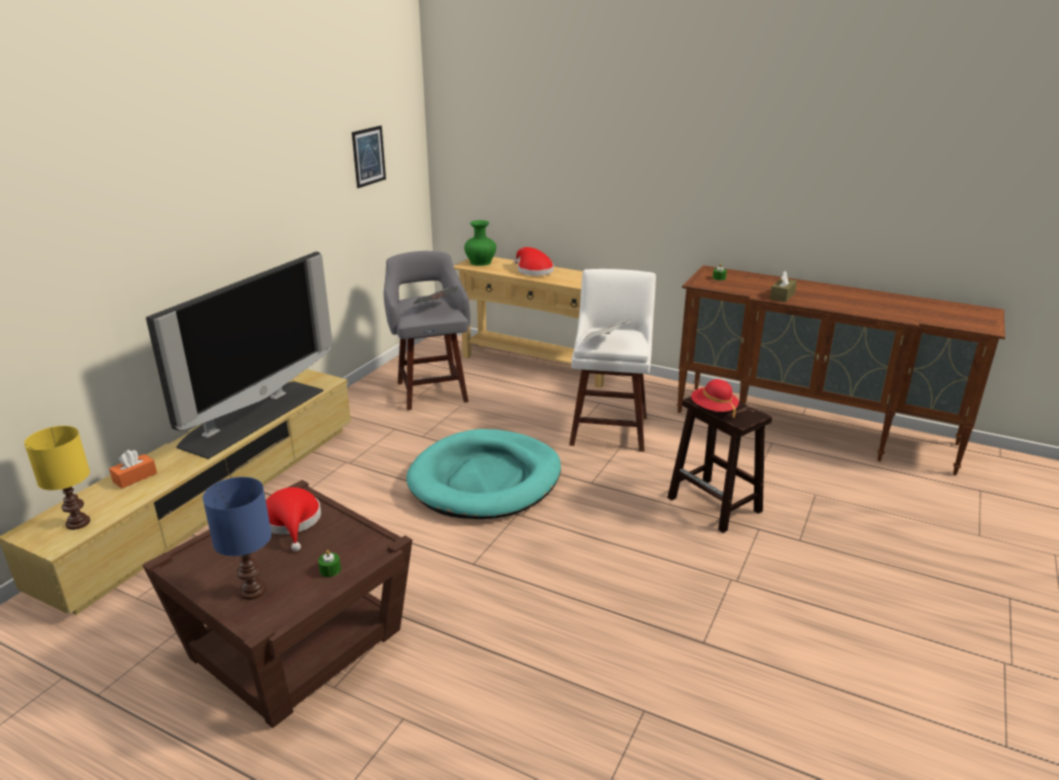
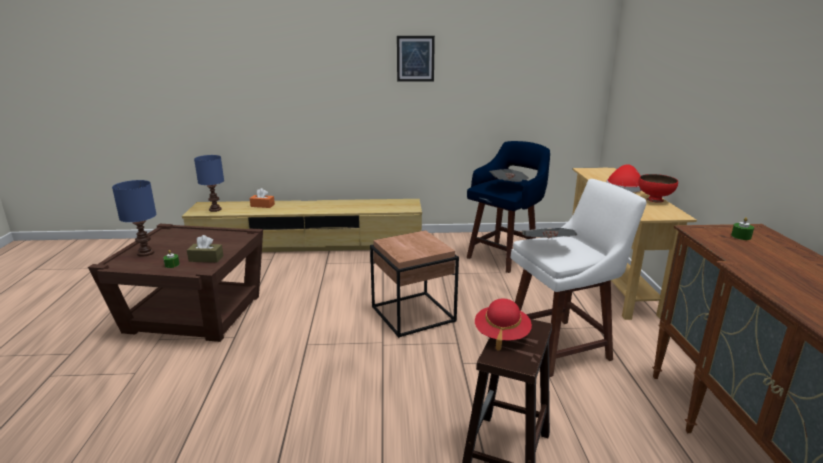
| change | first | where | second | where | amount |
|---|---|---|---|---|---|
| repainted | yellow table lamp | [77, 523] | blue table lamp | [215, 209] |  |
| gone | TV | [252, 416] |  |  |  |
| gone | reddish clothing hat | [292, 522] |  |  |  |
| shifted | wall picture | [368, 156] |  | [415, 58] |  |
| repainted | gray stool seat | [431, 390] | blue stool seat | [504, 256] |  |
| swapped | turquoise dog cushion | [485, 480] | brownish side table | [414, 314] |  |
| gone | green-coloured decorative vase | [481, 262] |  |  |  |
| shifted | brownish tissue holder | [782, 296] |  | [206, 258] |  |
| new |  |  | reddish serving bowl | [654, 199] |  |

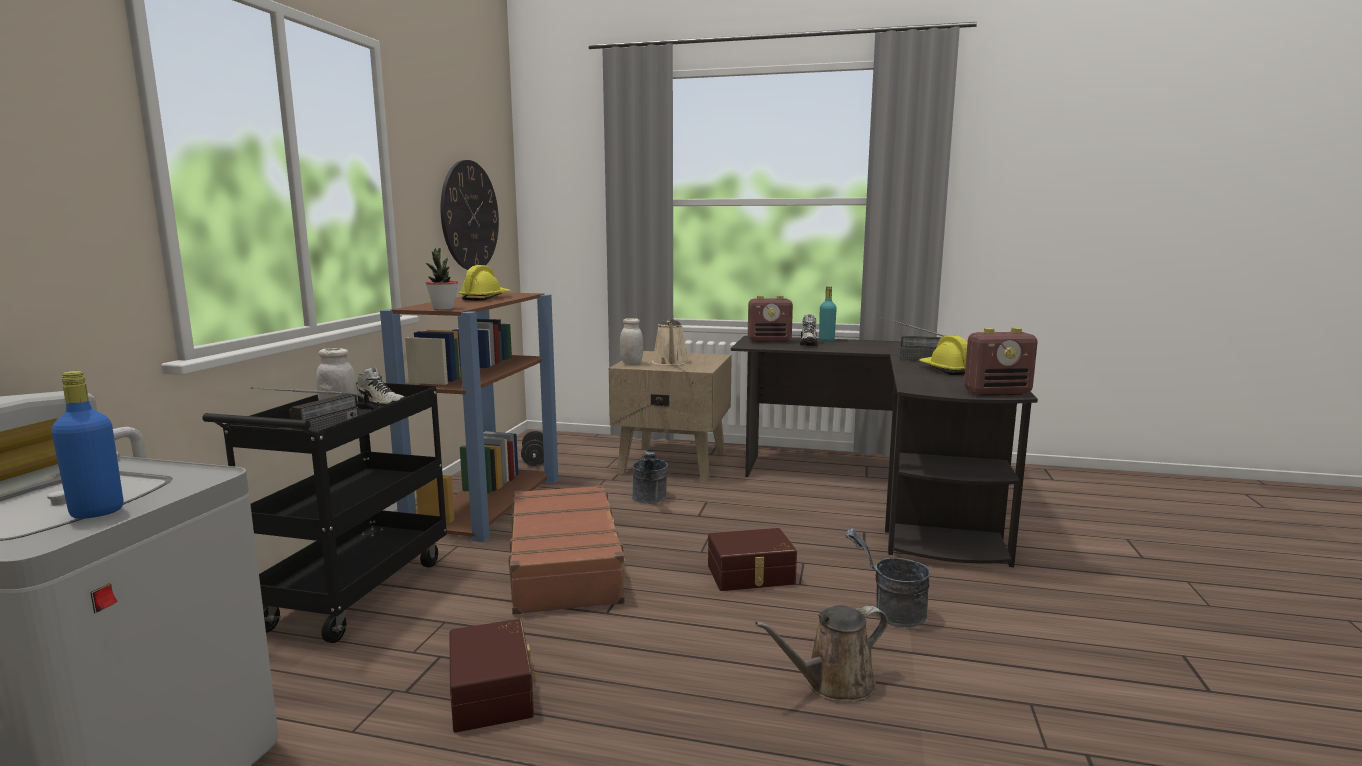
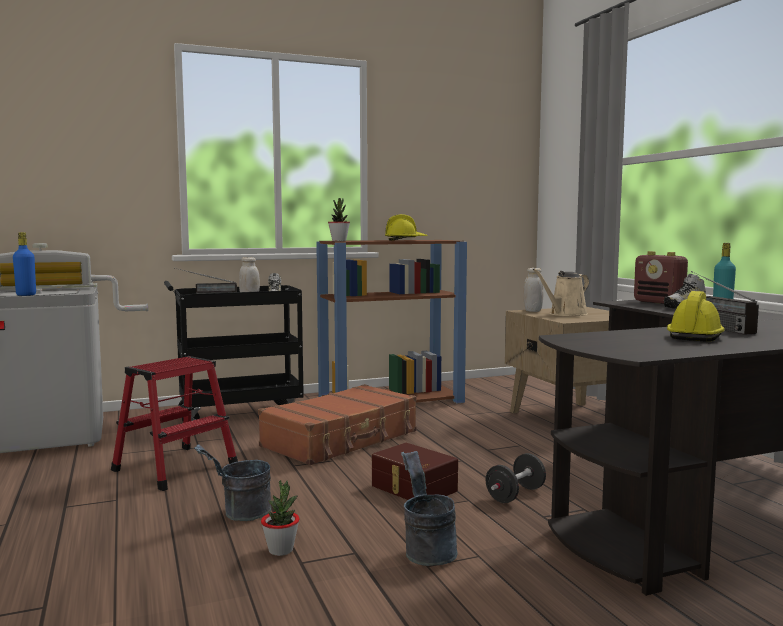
| change | first | where | second | where | amount |
|---|---|---|---|---|---|
| gone | hanging clock | [470, 216] |  |  |  |
| swapped | brownish storage container | [494, 692] | reddish step ladder | [175, 467] |  |
| shifted | blackish free weight | [535, 460] |  | [515, 495] |  |
| shifted | gray bucket | [650, 500] |  | [239, 514] |  |
| swapped | brownish watering can | [833, 684] | plant in a pot | [281, 550] |  |
| gone | radio receiver | [997, 393] |  |  |  |

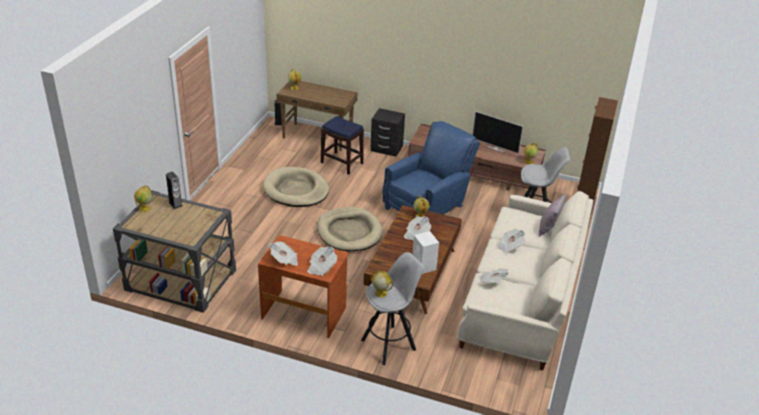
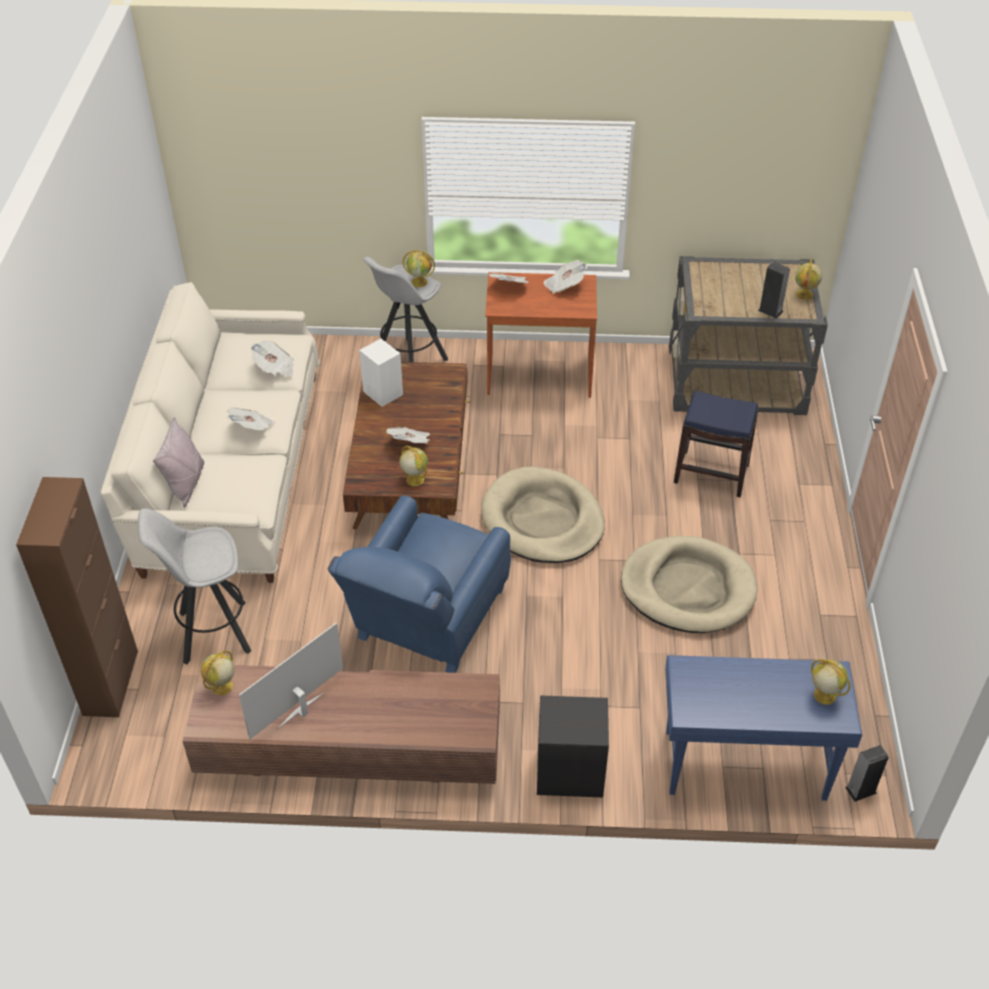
| change | first | where | second | where | amount |
|---|---|---|---|---|---|
| repainted | brownish narrow table | [318, 137] | blue narrow table | [743, 766] |  |
| shifted | stool seat | [342, 163] |  | [711, 474] |  |
| rotated | TV | [495, 148] |  | [301, 712] | 60 degrees counterclockwise |

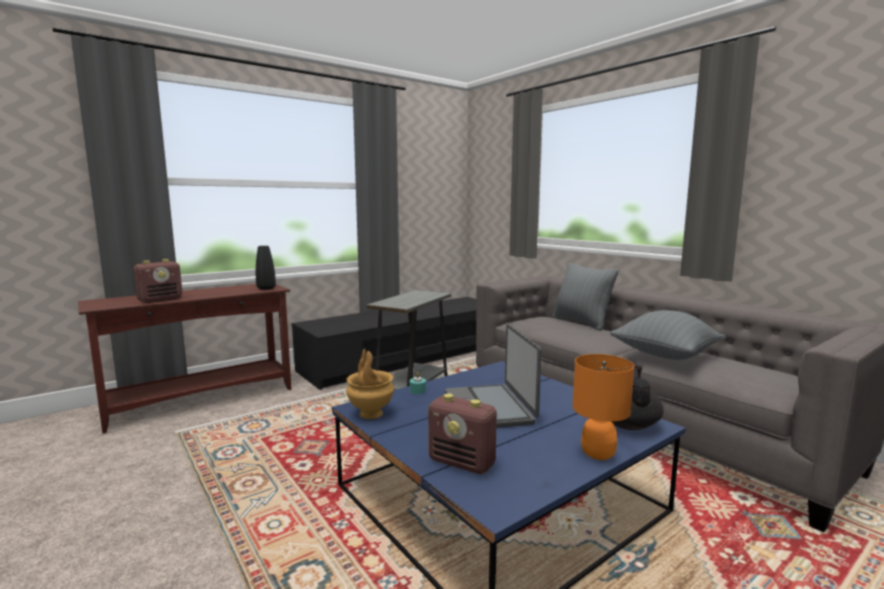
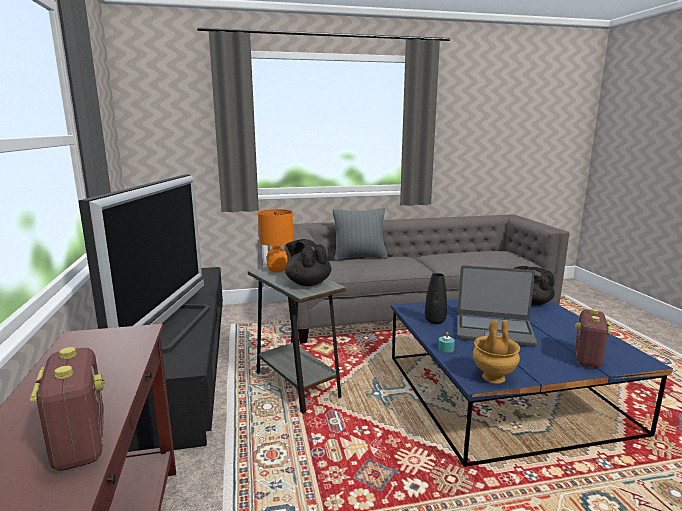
| change | first | where | second | where | amount |
|---|---|---|---|---|---|
| shifted | blackish decorative vase | [266, 288] |  | [435, 321] |  |
| rotated | radio receiver | [462, 463] |  | [588, 359] | 150 degrees clockwise |
| shifted | orange table lamp | [598, 454] |  | [277, 270] |  |
| gone | gray pillow | [665, 356] |  |  |  |
| new |  |  | TV | [170, 327] |  |
| new |  |  | blackish tea pot | [308, 283] |  |

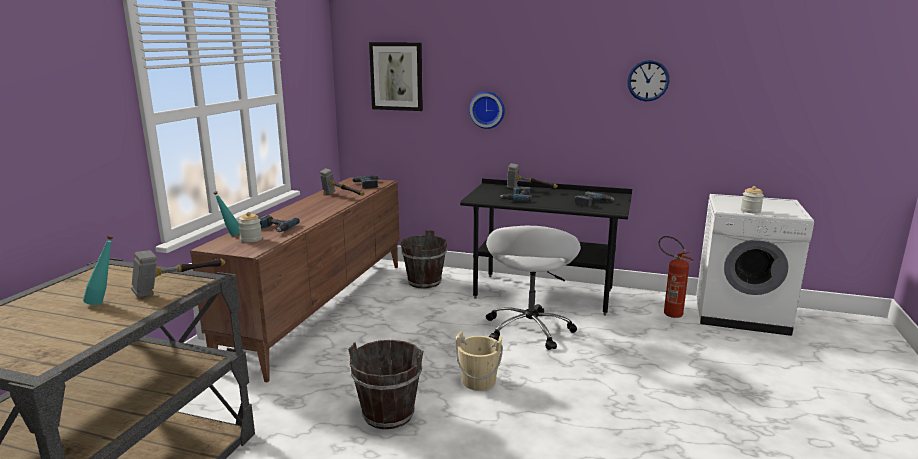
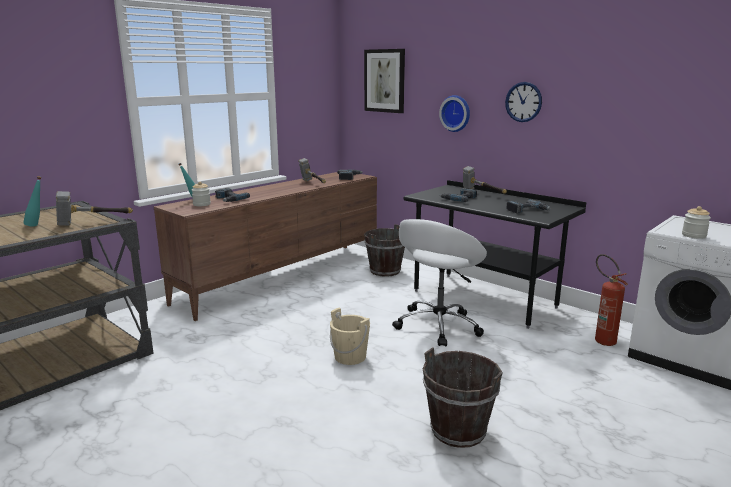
| change | first | where | second | where | amount |
|---|---|---|---|---|---|
| shifted | brownish bucket | [388, 414] |  | [458, 430] |  |
| shifted | hanging clock | [648, 80] |  | [523, 102] |  |

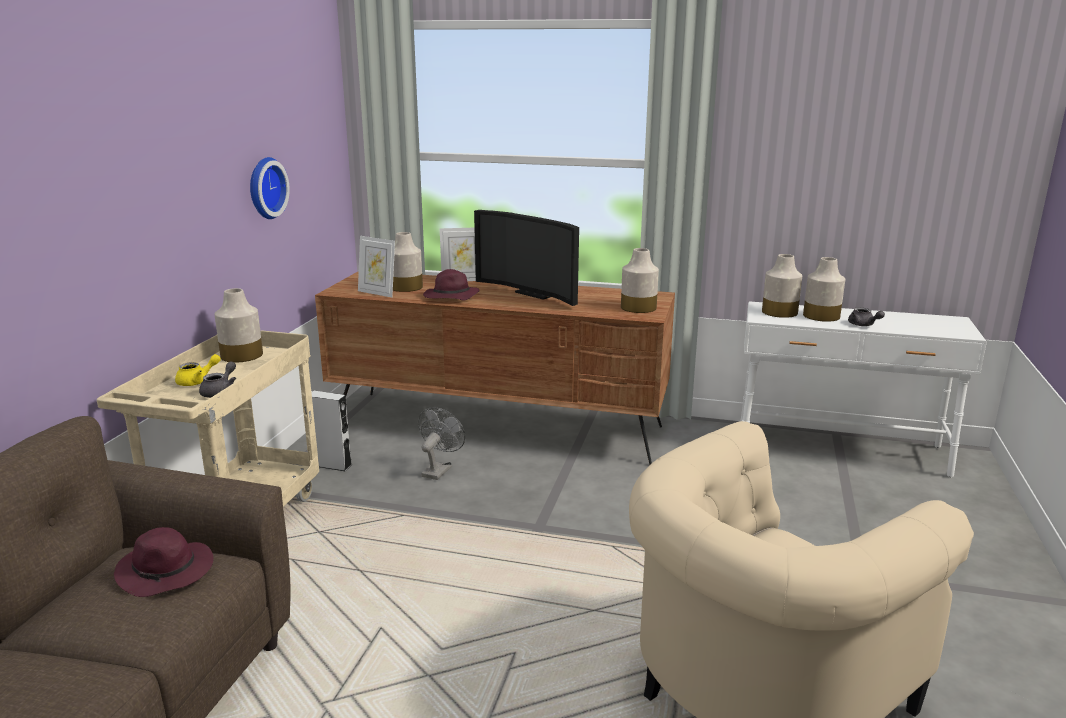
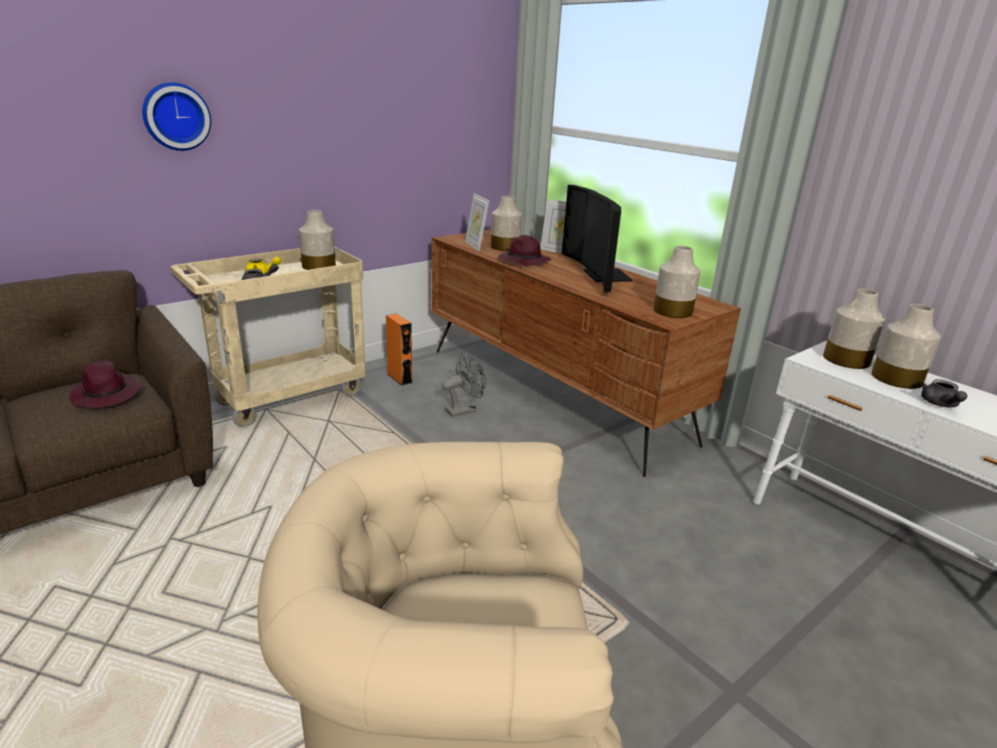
| change | first | where | second | where | amount |
|---|---|---|---|---|---|
| shifted | hanging clock | [264, 188] |  | [175, 116] |  |
| repainted | gray speaker | [332, 465] | orange speaker | [399, 378] |  |

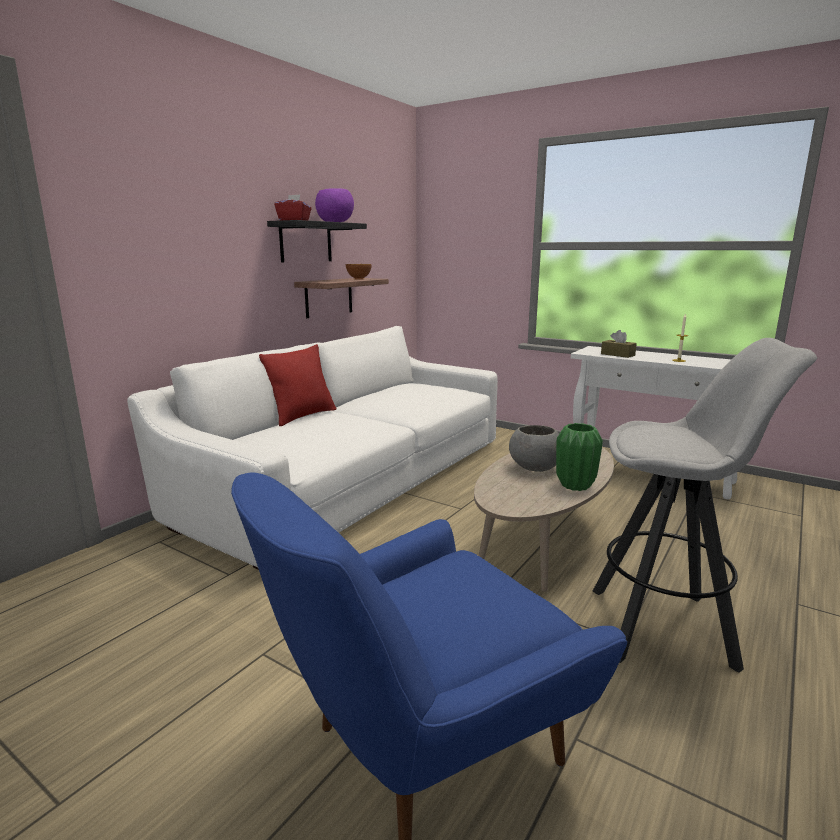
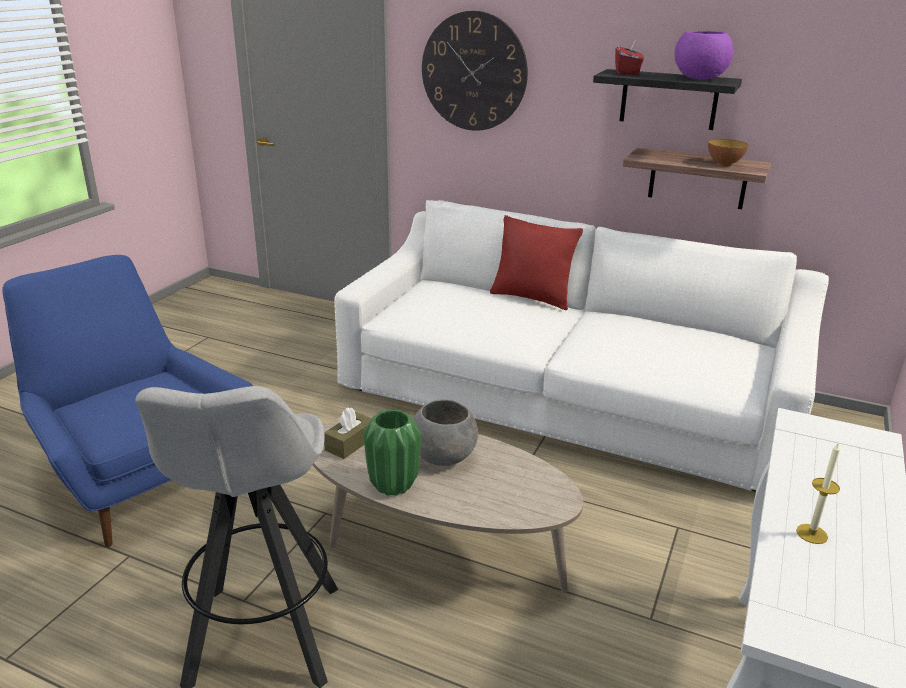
| change | first | where | second | where | amount |
|---|---|---|---|---|---|
| shifted | brownish tissue holder | [617, 354] |  | [350, 443] |  |
| new |  |  | hanging clock | [474, 72] |  |

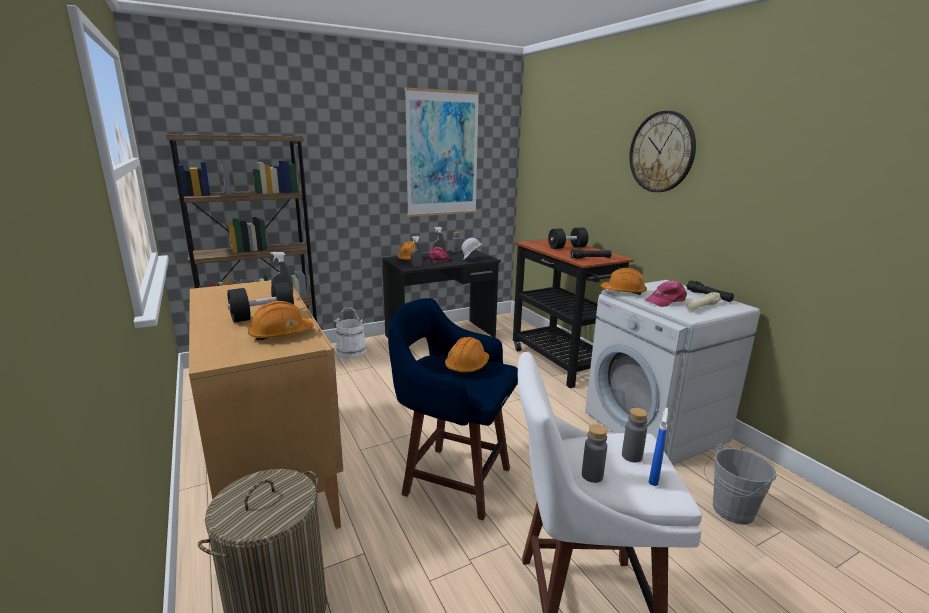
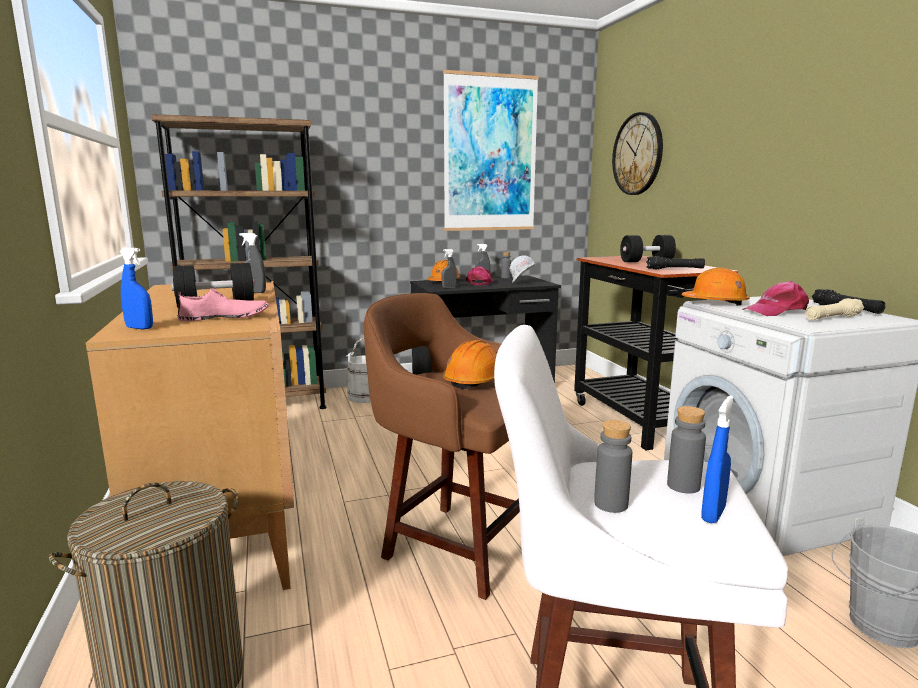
| change | first | where | second | where | amount |
|---|---|---|---|---|---|
| swapped | orange work helmet | [281, 334] | pink-coloured item of footwear | [224, 317] |  |
| repainted | blue stool seat | [453, 479] | brownish stool seat | [456, 546] |  |
| shifted | hanging clock | [662, 152] |  | [638, 154] |  |
| new |  |  | blue hand sprayer | [139, 328] |  |

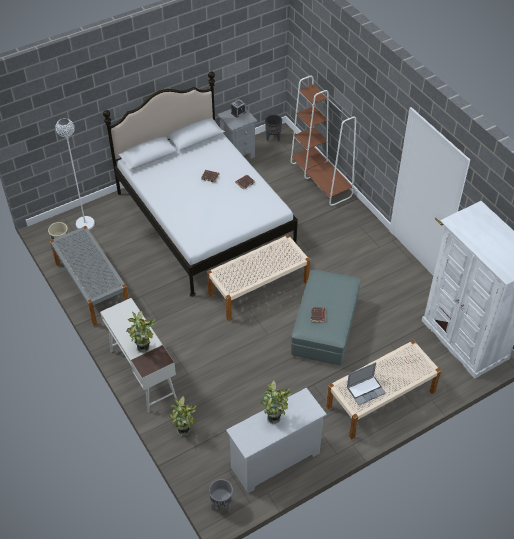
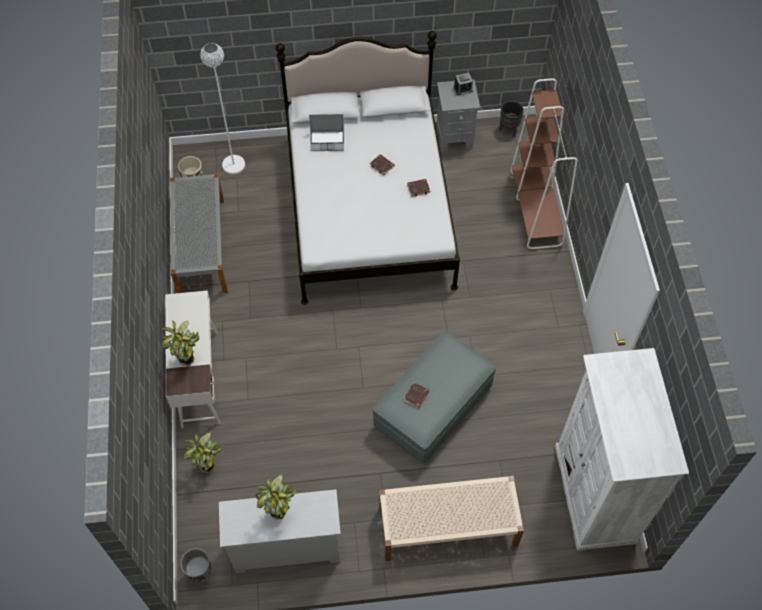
| change | first | where | second | where | amount |
|---|---|---|---|---|---|
| gone | sand-coloured indoor bench | [258, 288] |  |  |  |
| shifted | notebook computer | [366, 390] |  | [327, 141] |  |

